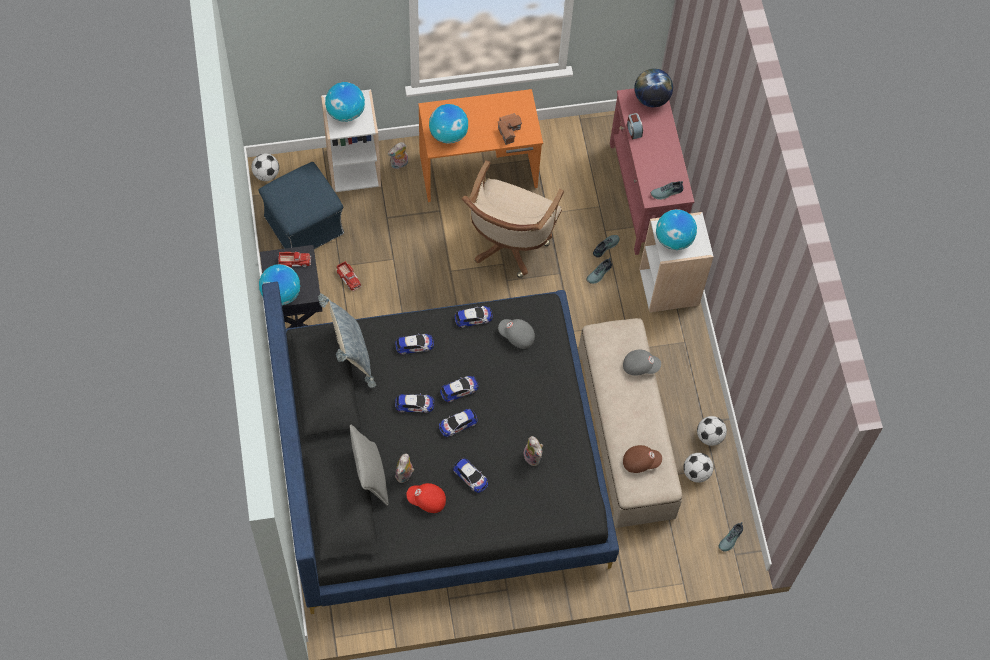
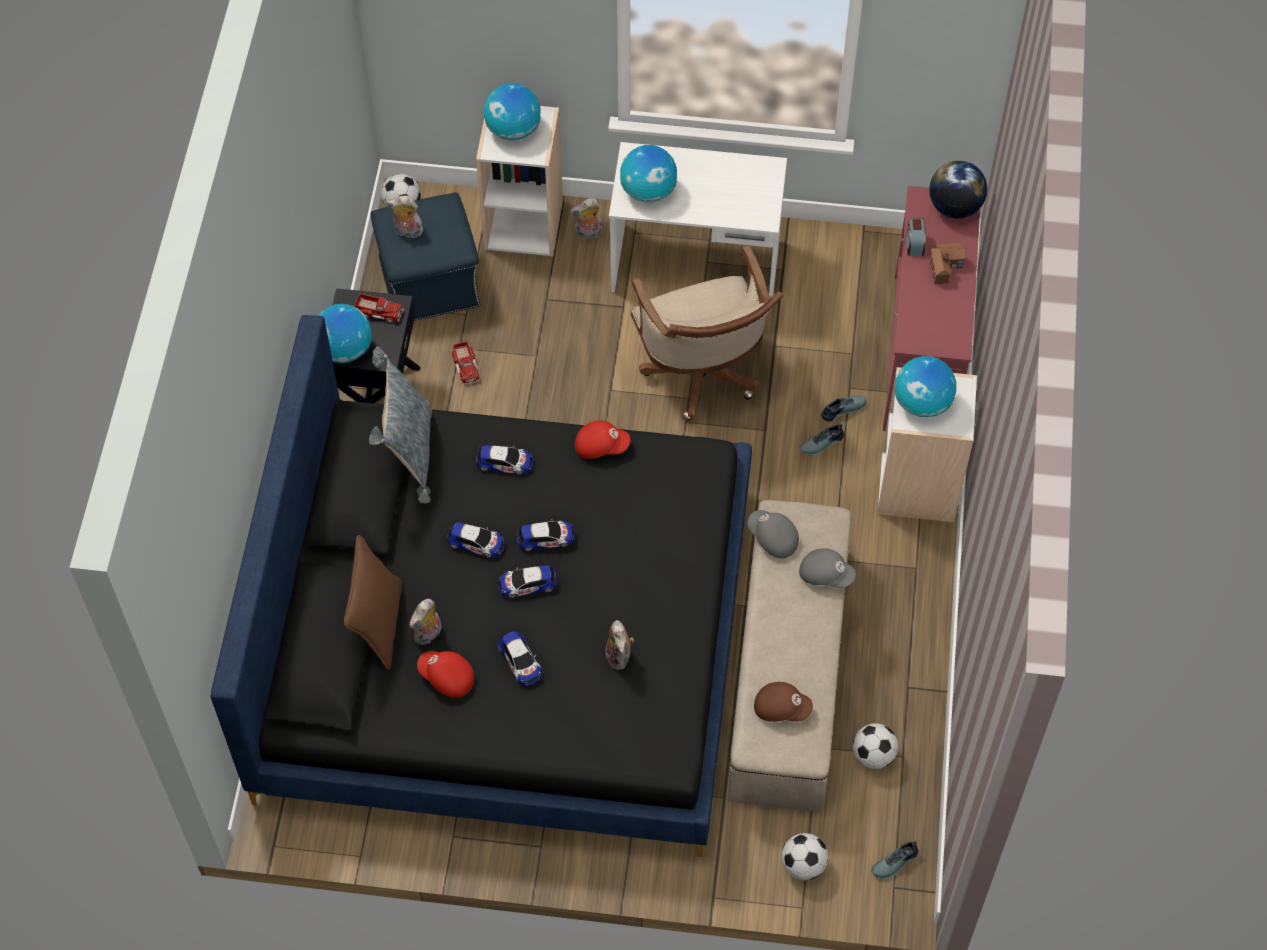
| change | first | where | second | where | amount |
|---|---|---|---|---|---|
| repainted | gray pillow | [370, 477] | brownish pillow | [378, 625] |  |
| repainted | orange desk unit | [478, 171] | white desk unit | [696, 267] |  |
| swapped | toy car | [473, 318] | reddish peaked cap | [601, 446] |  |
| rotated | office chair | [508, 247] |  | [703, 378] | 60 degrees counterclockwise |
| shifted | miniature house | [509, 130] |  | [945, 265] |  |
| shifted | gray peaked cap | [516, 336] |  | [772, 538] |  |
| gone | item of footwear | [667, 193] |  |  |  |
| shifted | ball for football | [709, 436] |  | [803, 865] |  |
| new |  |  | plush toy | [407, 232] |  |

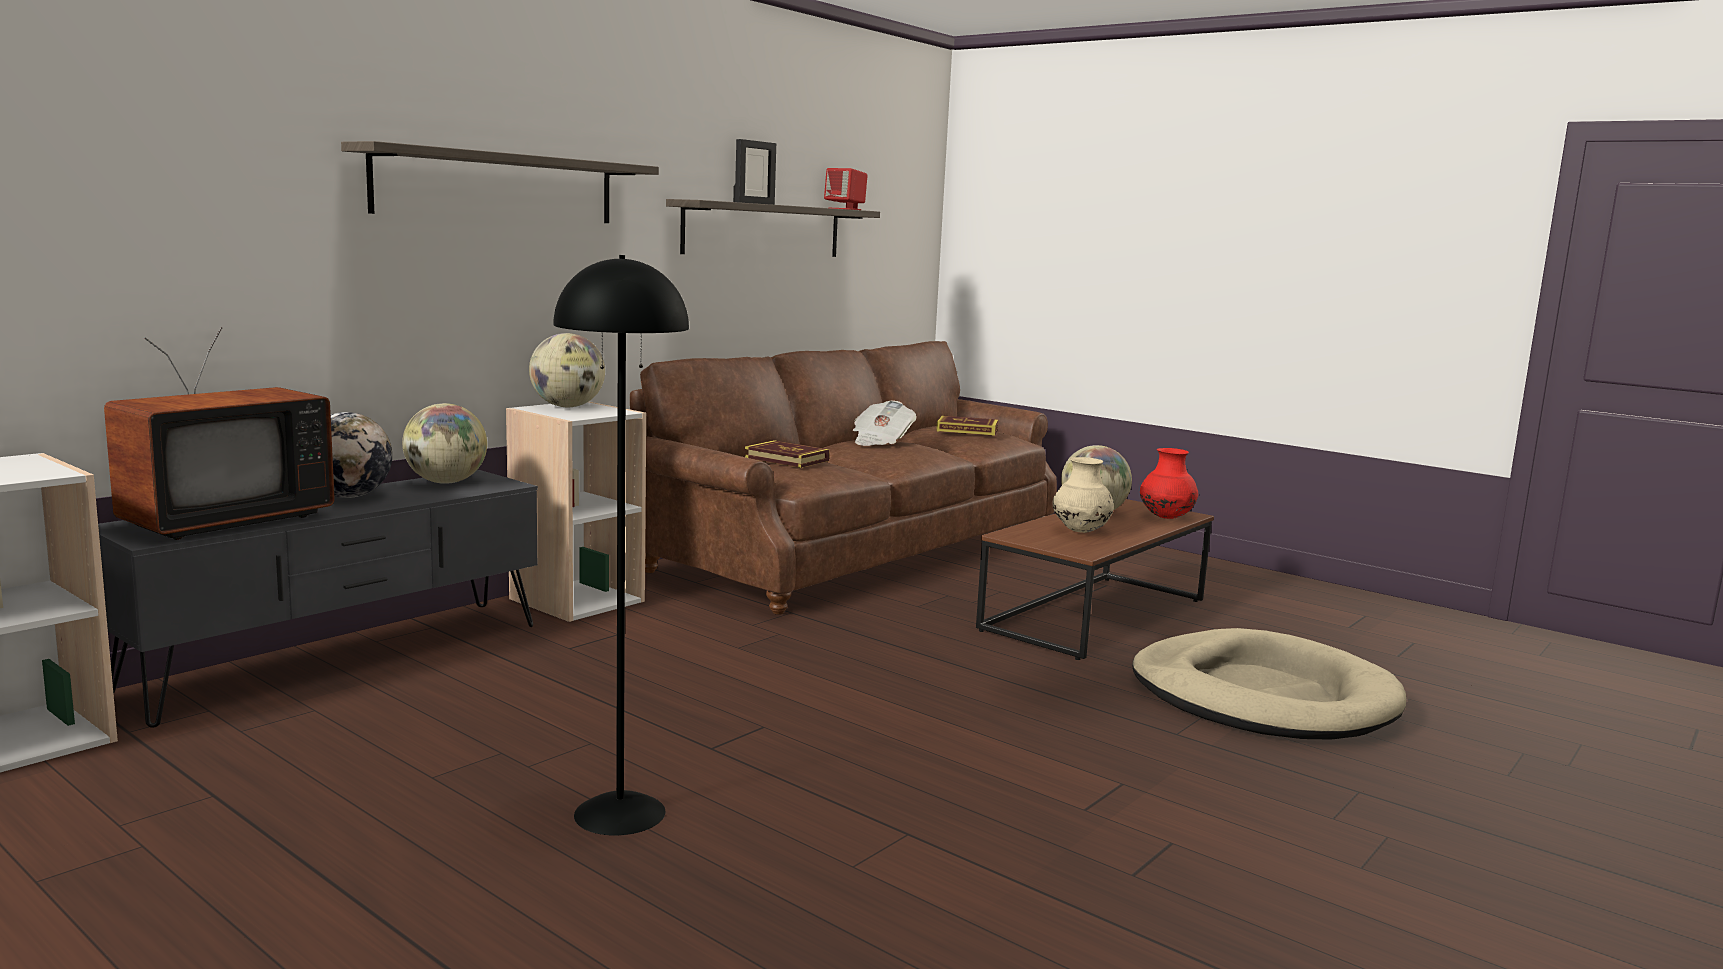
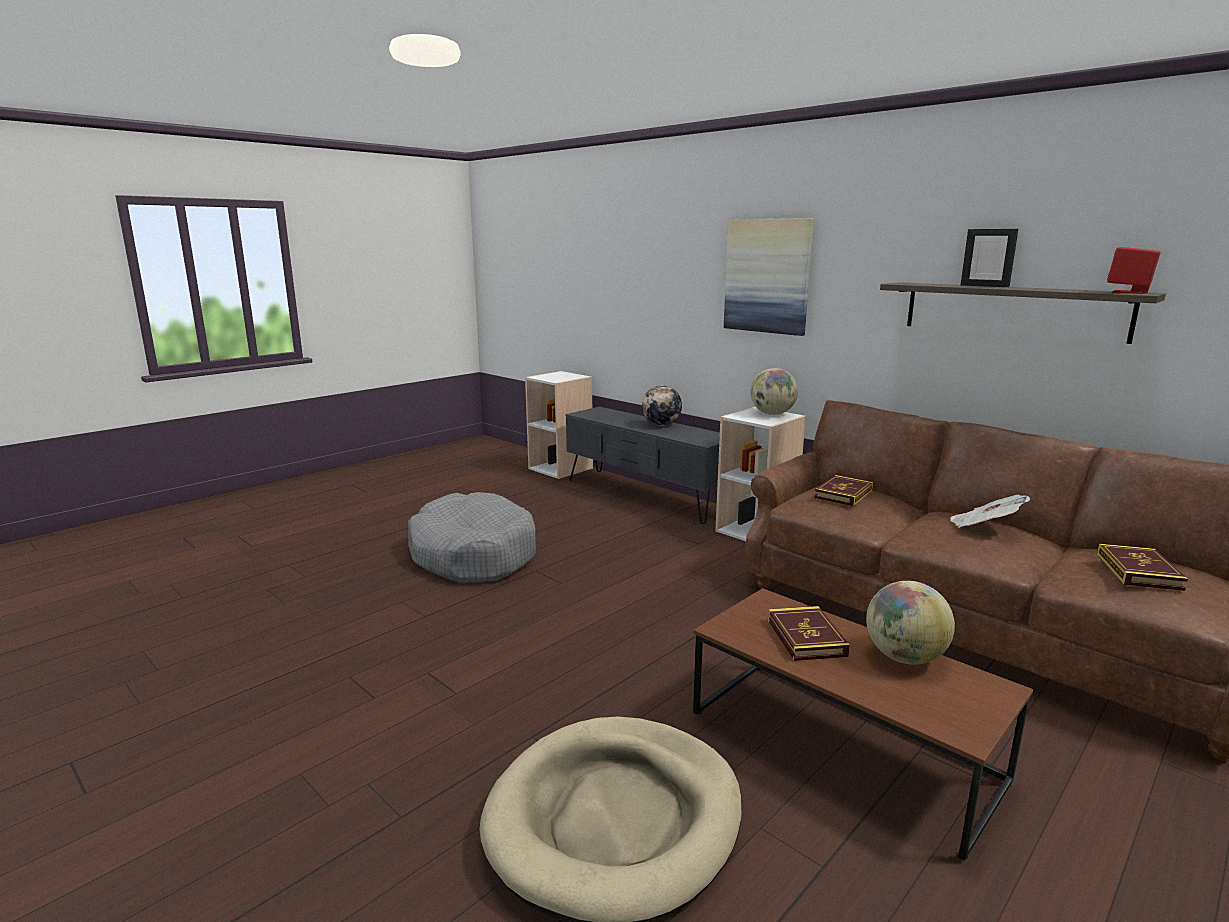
| change | first | where | second | where | amount |
|---|---|---|---|---|---|
| gone | TV | [219, 520] |  |  |  |
| swapped | bracket shelf | [498, 187] | wall picture | [767, 276] |  |
| gone | world globe | [445, 482] |  |  |  |
| swapped | blackish standard lamp | [620, 812] | gray dog cushion | [473, 555] |  |
| swapped | sand-coloured decorative vase | [1081, 531] | bound book | [806, 637] |  |
| gone | reddish decorative vase | [1166, 518] |  |  |  |

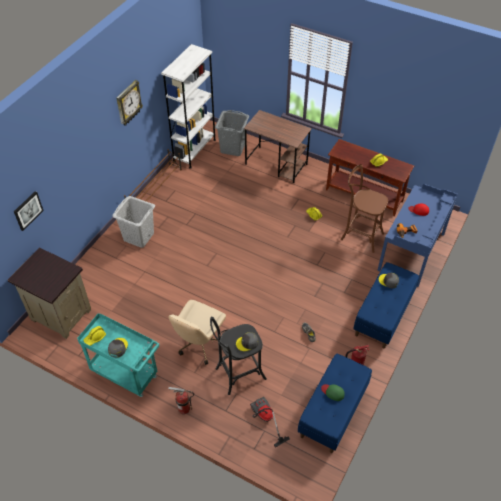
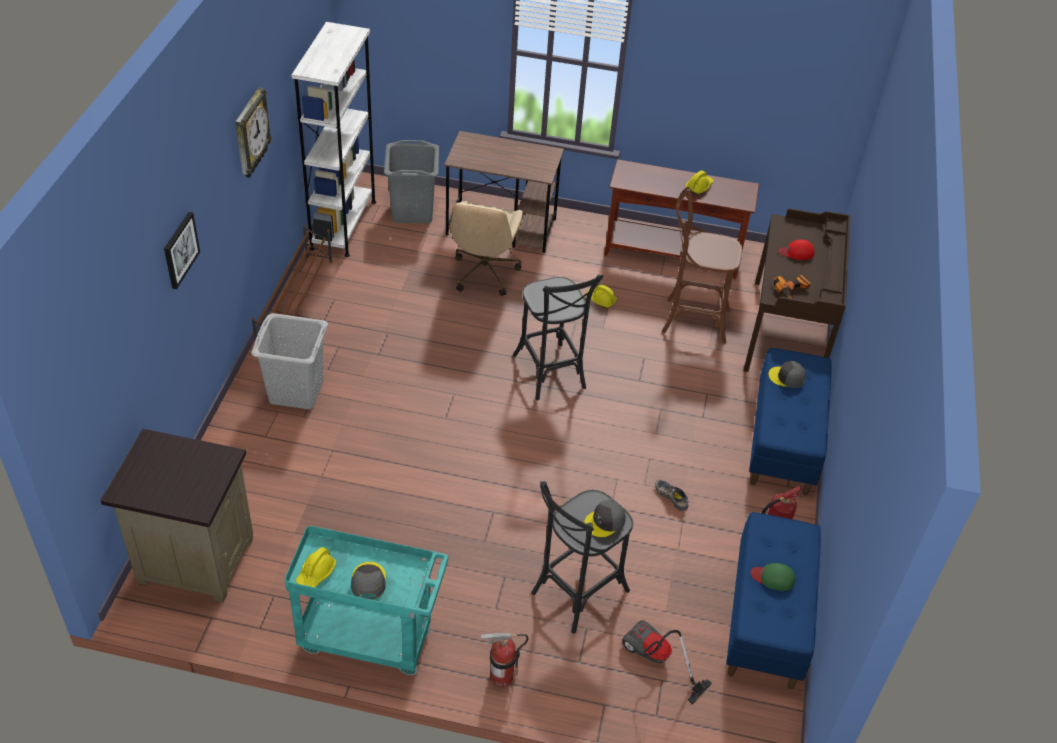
| change | first | where | second | where | amount |
|---|---|---|---|---|---|
| shifted | wall picture | [28, 210] |  | [180, 249] |  |
| shifted | sand-coloured office chair | [200, 345] |  | [484, 276] |  |
| repainted | blue desk unit | [412, 252] | brownish desk unit | [787, 331] |  |
| new |  |  | blackish stool seat | [550, 374] |  |

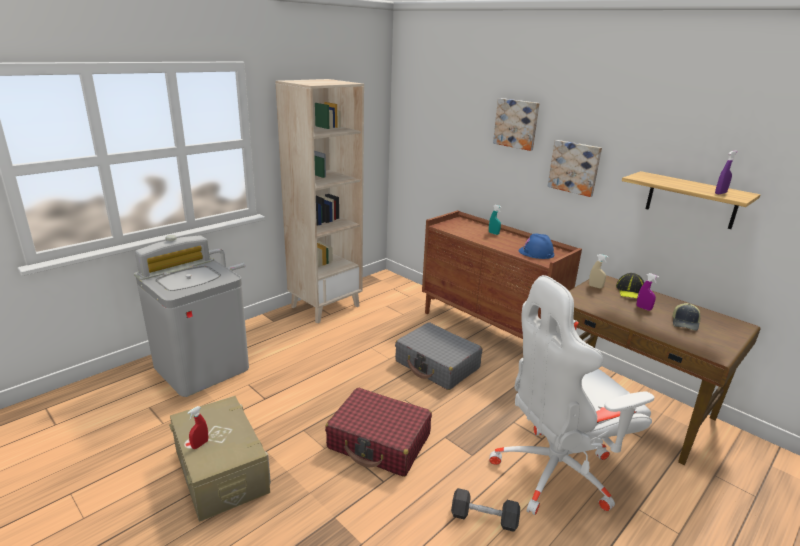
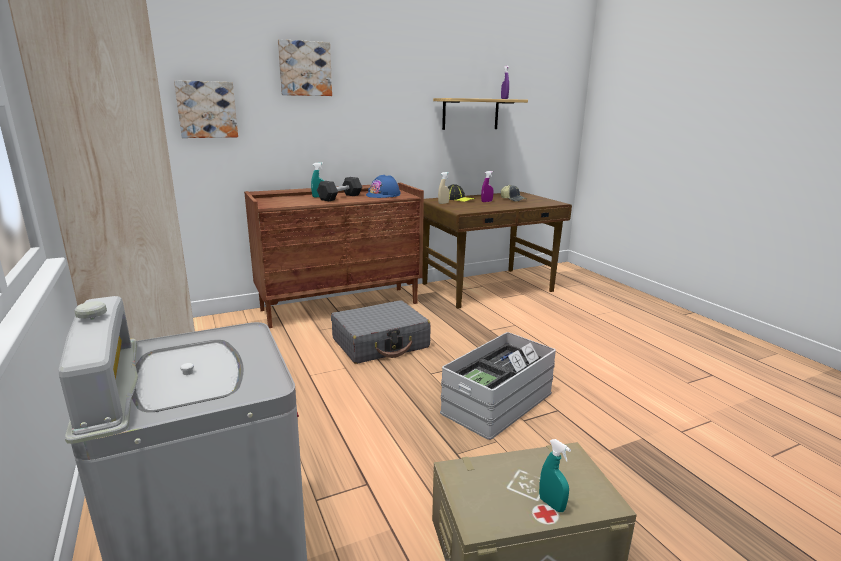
| change | first | where | second | where | amount |
|---|---|---|---|---|---|
| repainted | reddish hand sprayer | [200, 444] | turquoise hand sprayer | [551, 504] |  |
| swapped | reddish suitcase | [379, 442] | gray storage container | [496, 401] |  |
| shifted | blackish free weight | [484, 518] |  | [340, 197] |  |
| gone | white office chair | [562, 470] |  |  |  |
| shifted | wall picture | [575, 167] |  | [206, 109] |  |

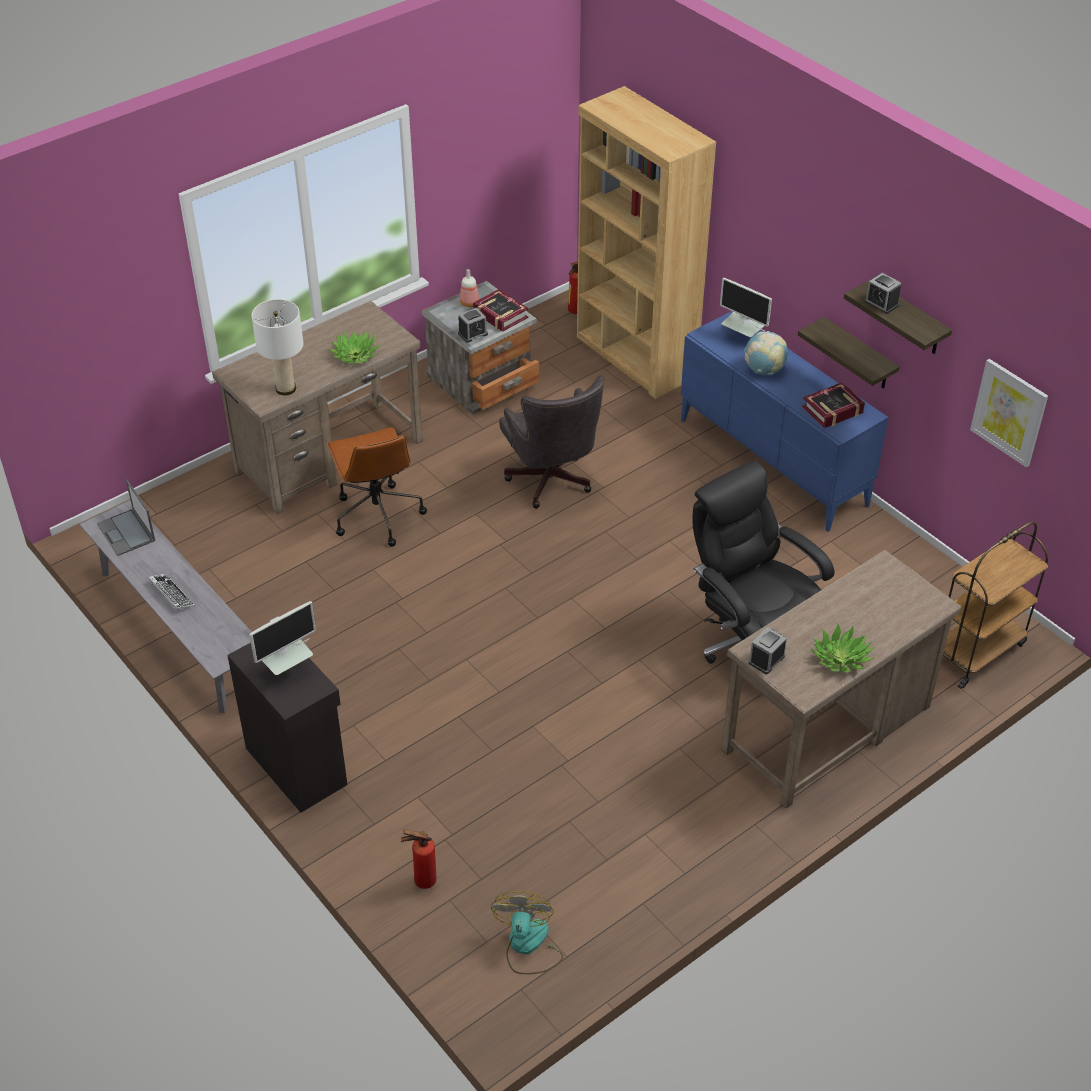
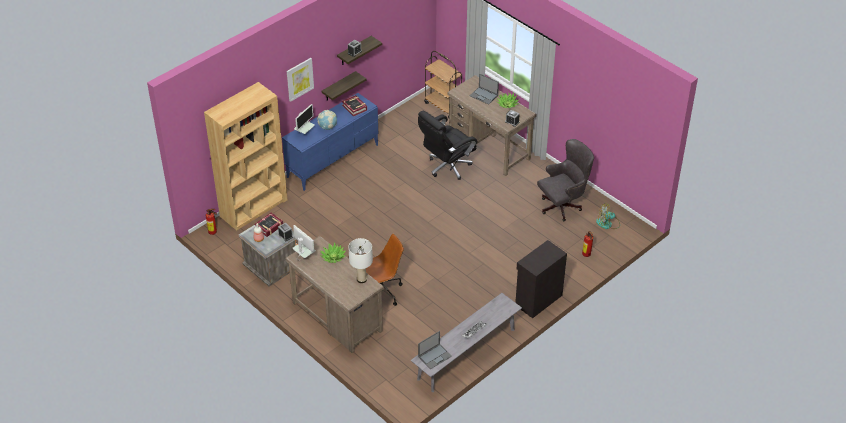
| change | first | where | second | where | amount |
|---|---|---|---|---|---|
| shifted | computer display | [287, 669] |  | [304, 257] |  |
| shifted | gray office chair | [551, 483] |  | [562, 206] |  |
| shifted | wall picture | [1009, 412] |  | [299, 79] |  |
| new |  |  | notebook computer | [484, 96] |  |

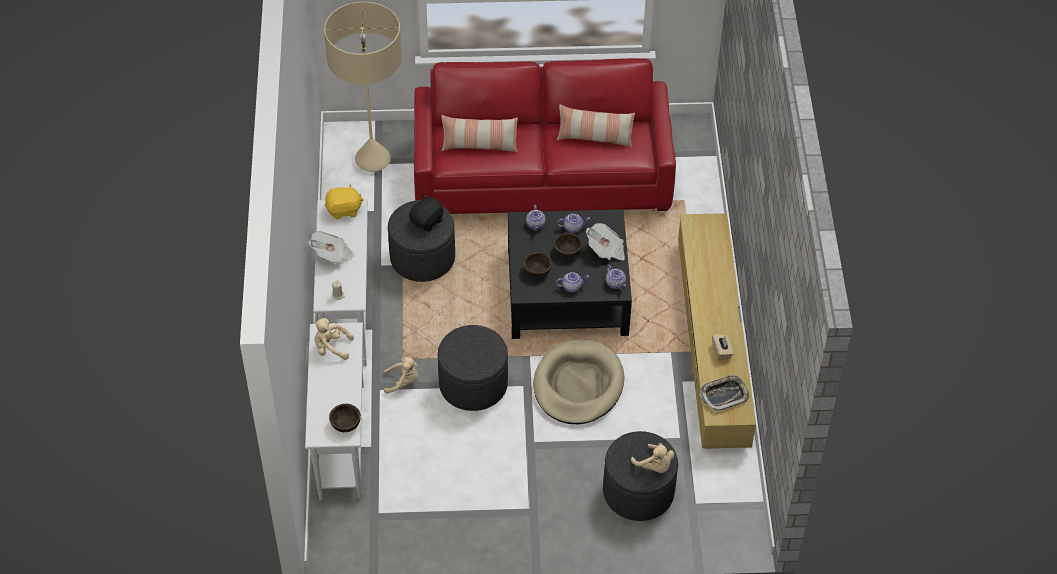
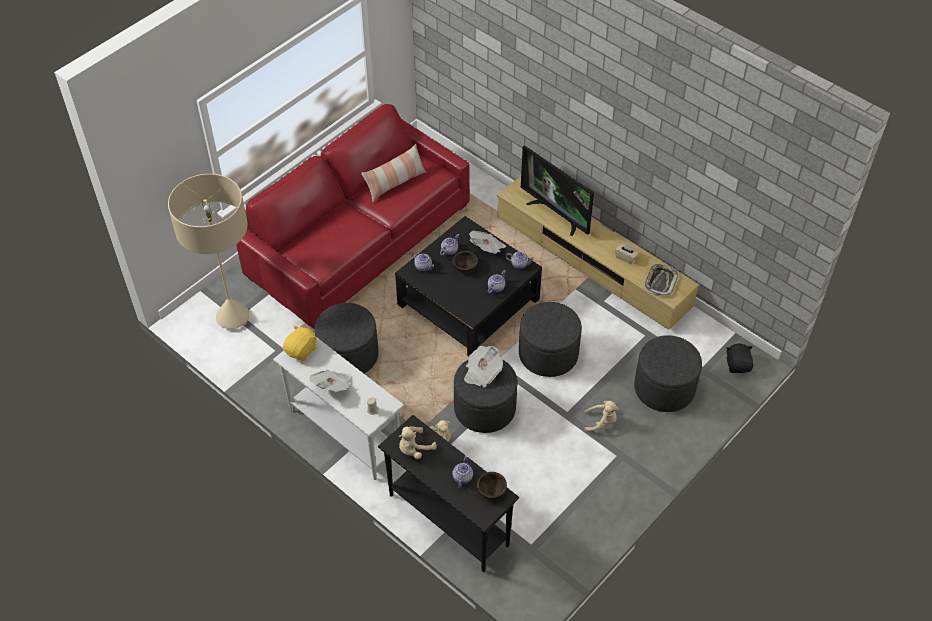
| change | first | where | second | where | amount |
|---|---|---|---|---|---|
| repainted | white narrow table | [340, 441] | blackish narrow table | [447, 520] |  |
| shifted | blackish plush toy | [427, 221] |  | [738, 365] |  |
| gone | pillow | [479, 145] |  |  |  |
| gone | brownish serving bowl | [537, 271] |  |  |  |
| swapped | sand-coloured dog cushion | [578, 385] | gray ottoman | [548, 354] |  |
| shifted | sand-coloured plush toy | [654, 466] |  | [601, 422] |  |
| new |  |  | tea pot | [462, 477] |  |
| new |  |  | newspaper | [482, 373] |  |
| new |  |  | TV | [556, 214] |  |

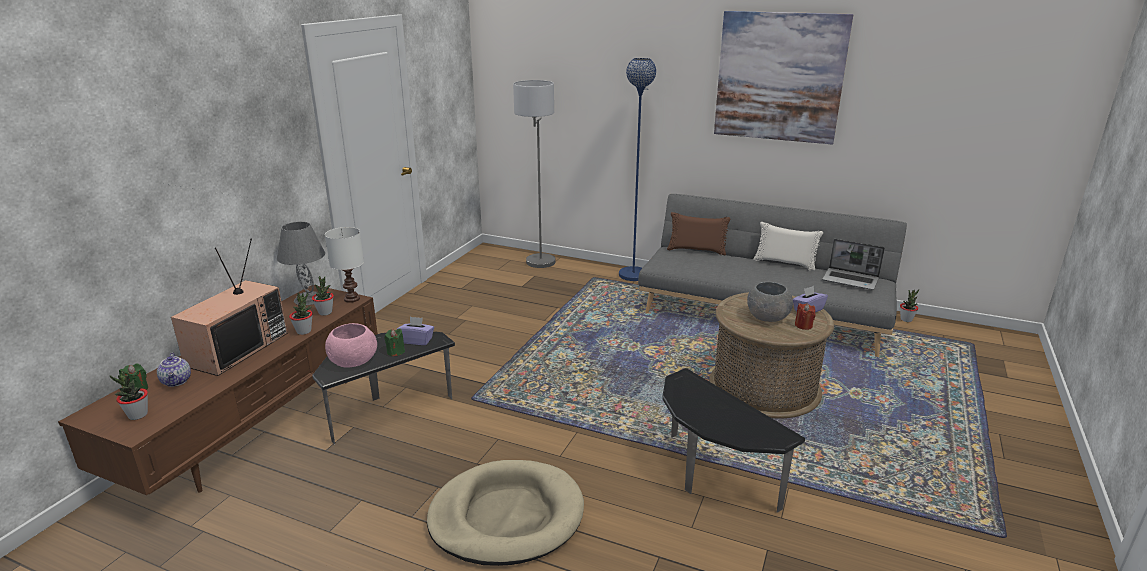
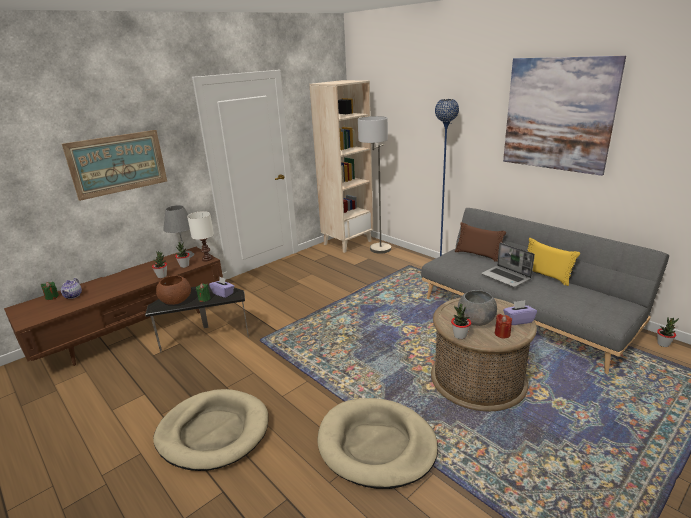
| change | first | where | second | where | amount |
|---|---|---|---|---|---|
| shifted | plant in a pot | [137, 415] |  | [460, 336] |  |
| gone | TV | [237, 348] |  |  |  |
| repainted | pink-coloured serving bowl | [354, 361] | brownish serving bowl | [176, 301] |  |
| swapped | side table | [712, 477] | sand-coloured dog cushion | [376, 445] |  |
| repainted | white pillow | [784, 263] | yellow pillow | [545, 276] |  |
| shifted | notebook computer | [851, 280] |  | [506, 277] |  |
| new |  |  | wall picture | [118, 163] |  |
| new |  |  | sand-coloured shelving unit | [347, 242] |  |

